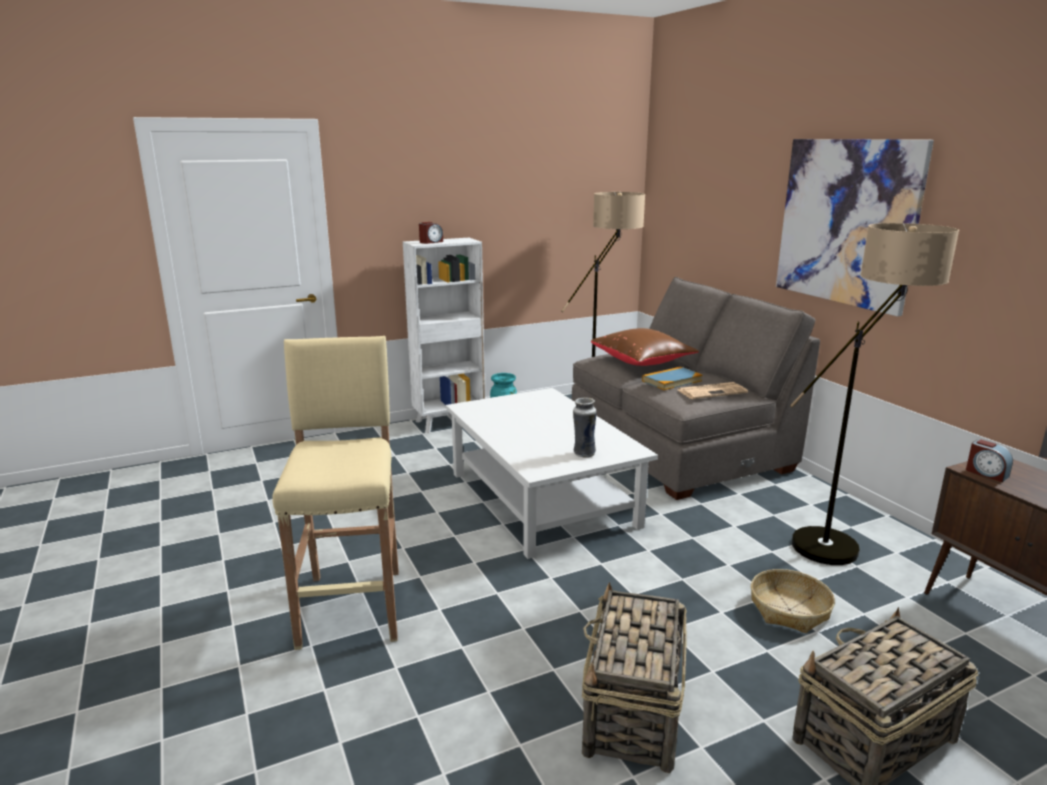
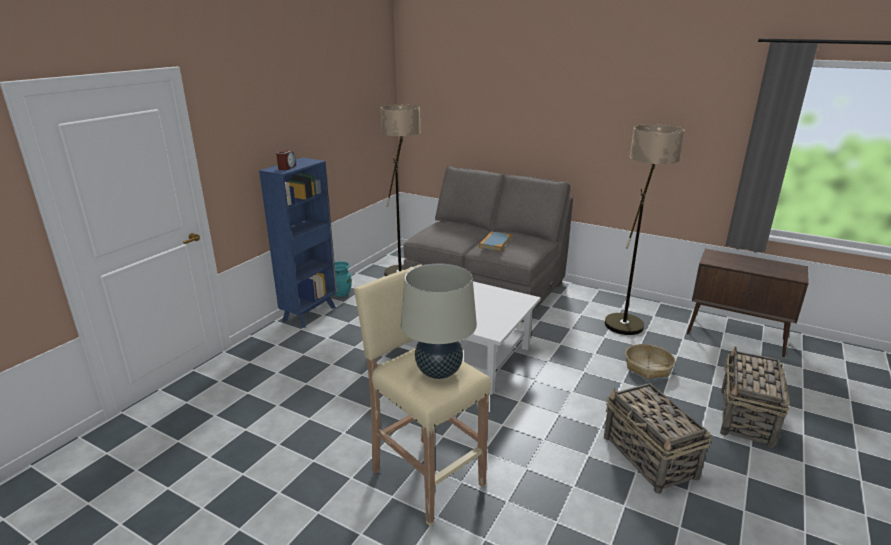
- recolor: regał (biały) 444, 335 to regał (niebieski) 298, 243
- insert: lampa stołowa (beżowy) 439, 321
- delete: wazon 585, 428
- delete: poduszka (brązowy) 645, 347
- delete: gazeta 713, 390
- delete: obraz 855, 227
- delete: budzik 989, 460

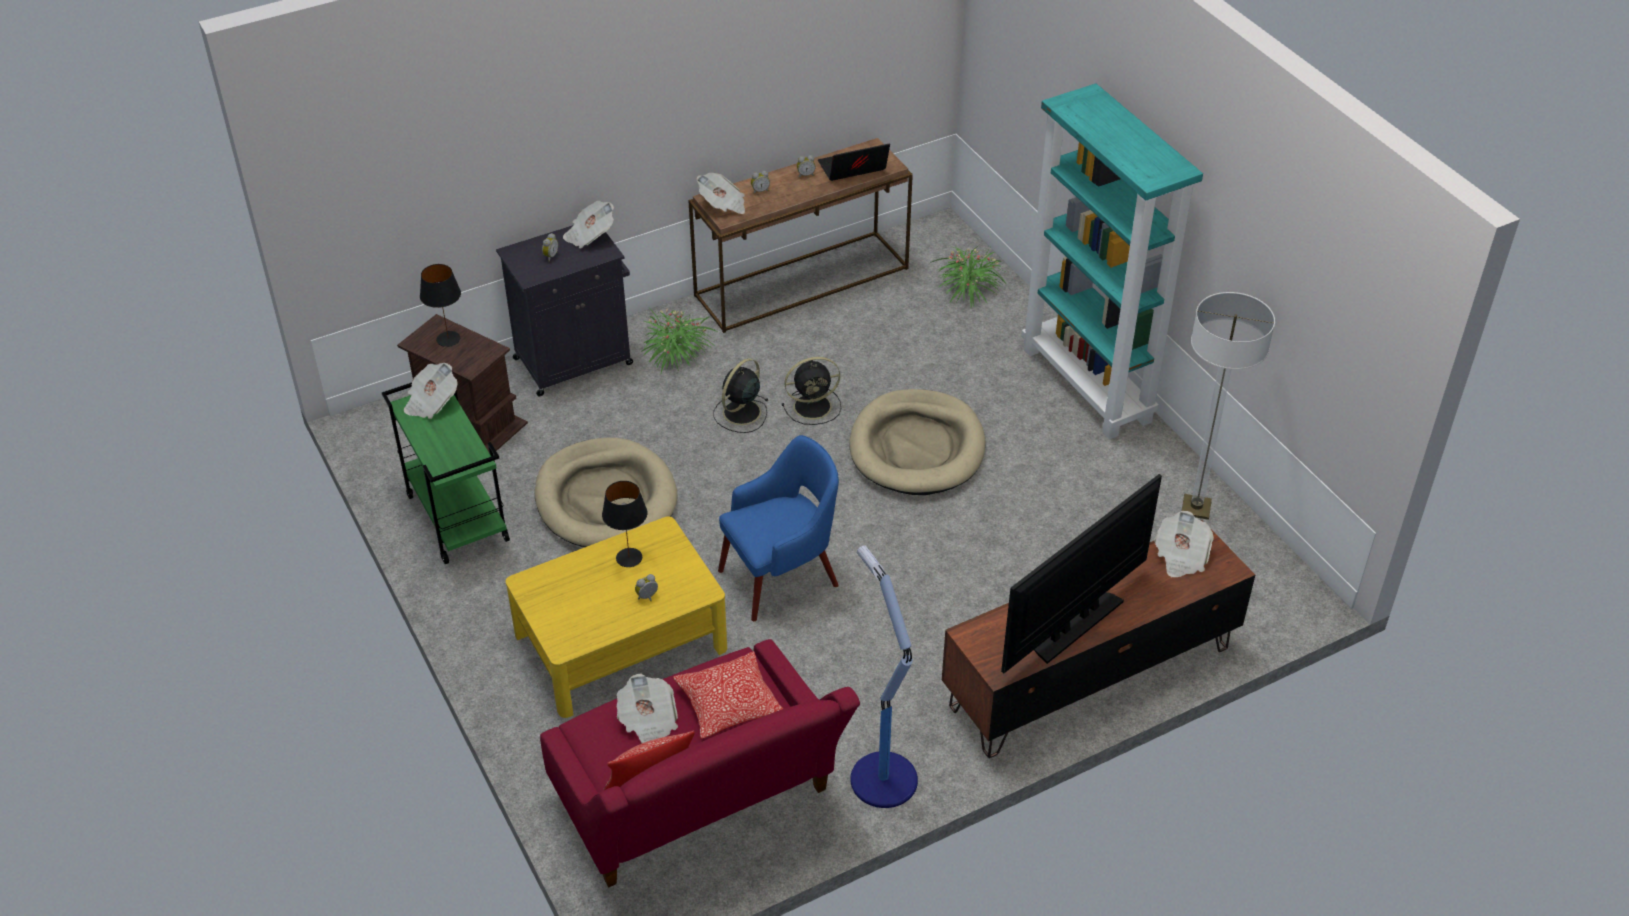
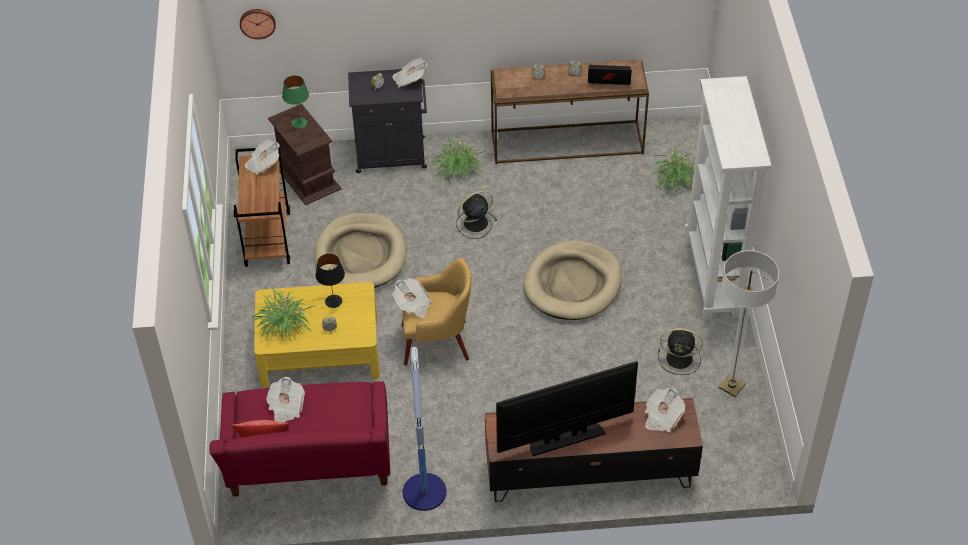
- recolor: wózek (zielony) 446, 473 to wózek (brązowy) 262, 206
- insert: zegar ścienny 258, 24
- insert: roślina doniczkowa 283, 313
- recolor: lampa stołowa (czarny) 440, 305 to lampa stołowa (zielony) 295, 102
- move: gazeta 721, 193 to 412, 298
- recolor: fotel (niebieski) 778, 528 to fotel (żółty) 437, 311
- move: wentylator (czarny) 811, 391 to 680, 351
- recolor: regał (turkusowy) 1112, 261 to regał (biały) 728, 198
- delete: poduszka 728, 695

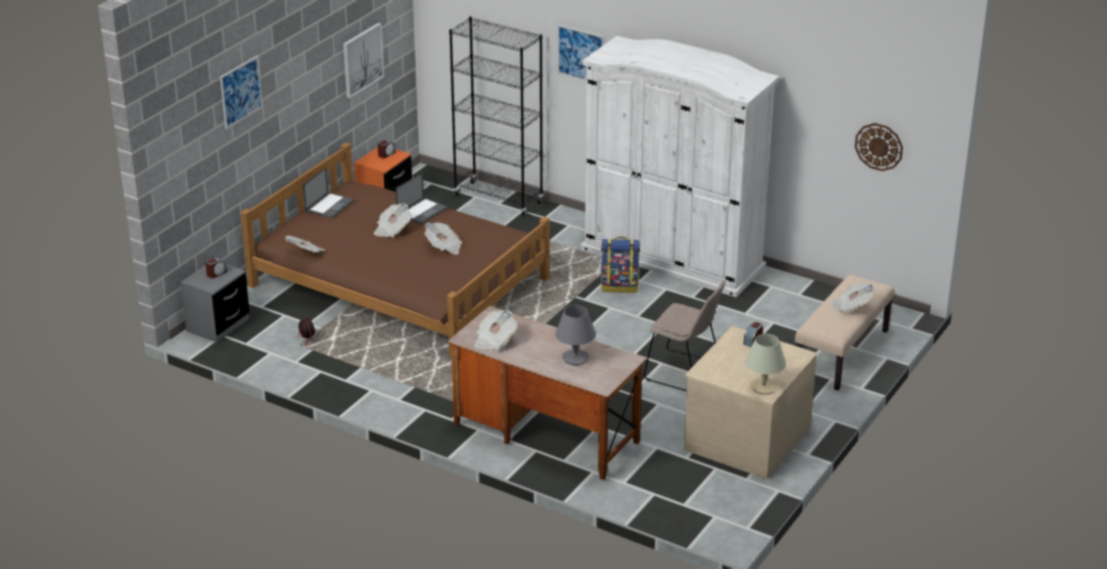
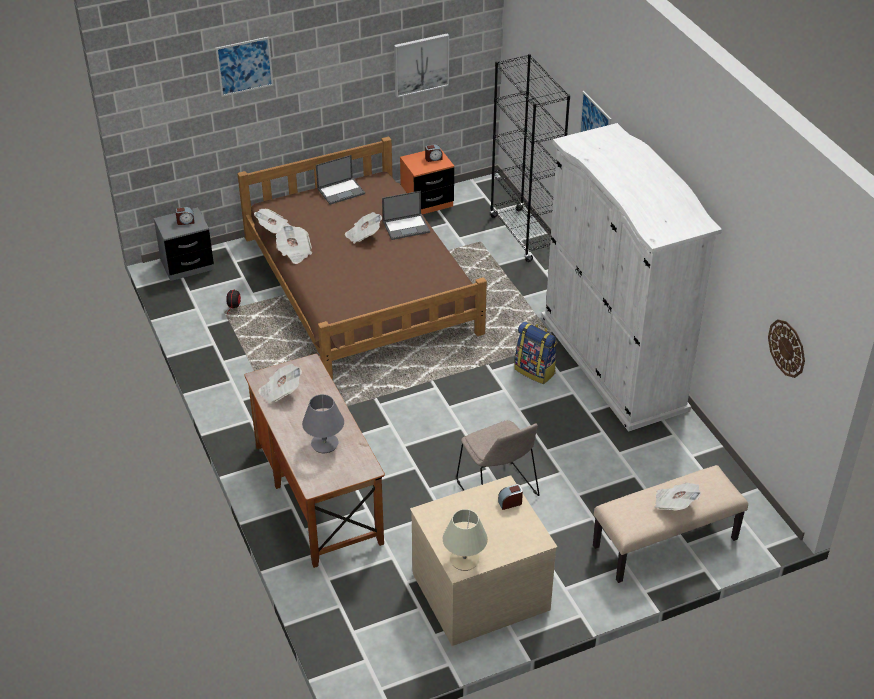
- move: gazeta 443, 238 to 294, 244

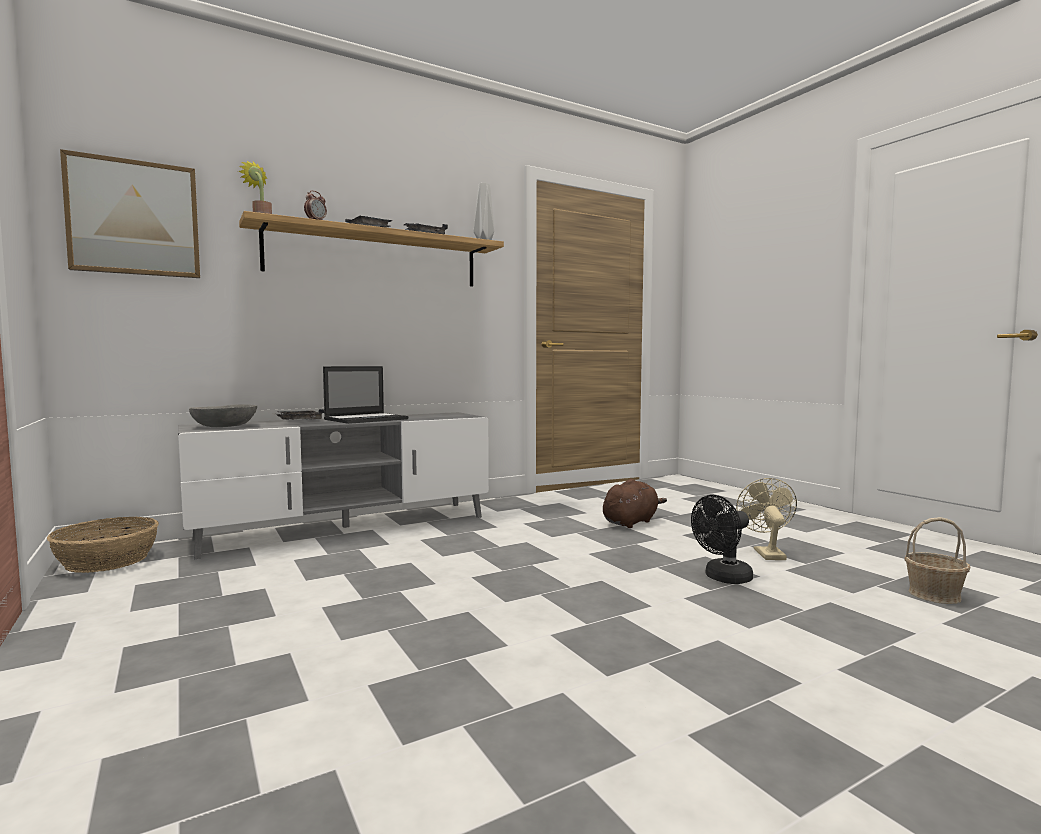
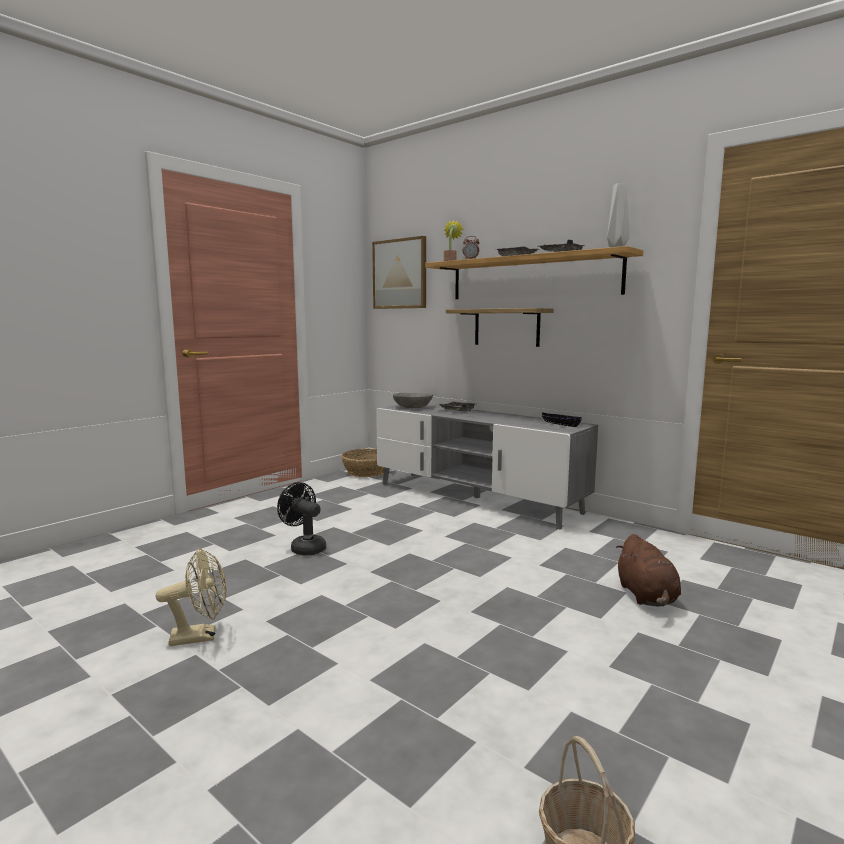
- move: wentylator (beżowy) 766, 519 to 191, 597
- move: wentylator (czarny) 722, 539 to 301, 519
- insert: półka 500, 327
- insert: miska (czarny) 562, 419
- rotate: pluszak (brązowy) 635, 503 = 648, 570 60 degrees clockwise
- delete: laptop 365, 395

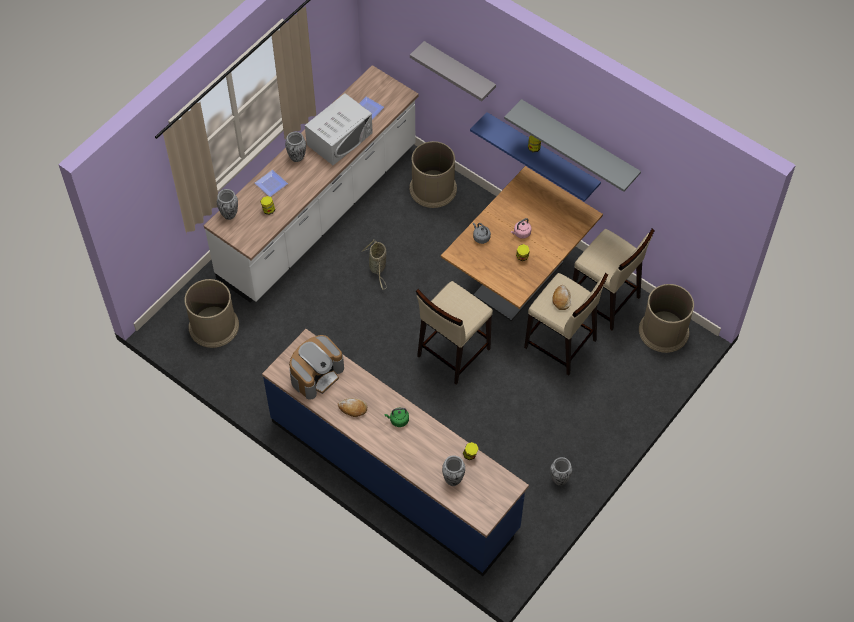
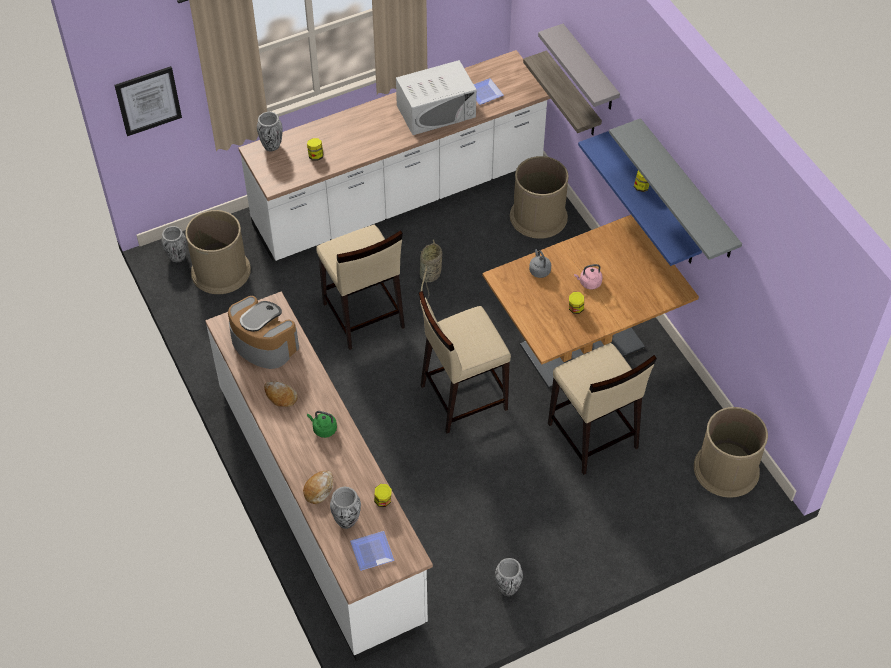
- insert: obraz 148, 101
- move: wazon 295, 147 to 173, 244
- recolor: zabudowa kuchenna (niebieski) 395, 452 to zabudowa kuchenna (biały) 319, 476
- rotate: ekspres do kawy 316, 367 = 263, 332 120 degrees counterclockwise
- move: chleb 561, 297 to 318, 487
- move: stołek (beżowy) 614, 279 to 360, 287
- move: talerz 271, 183 to 372, 551
- insert: półka 562, 92

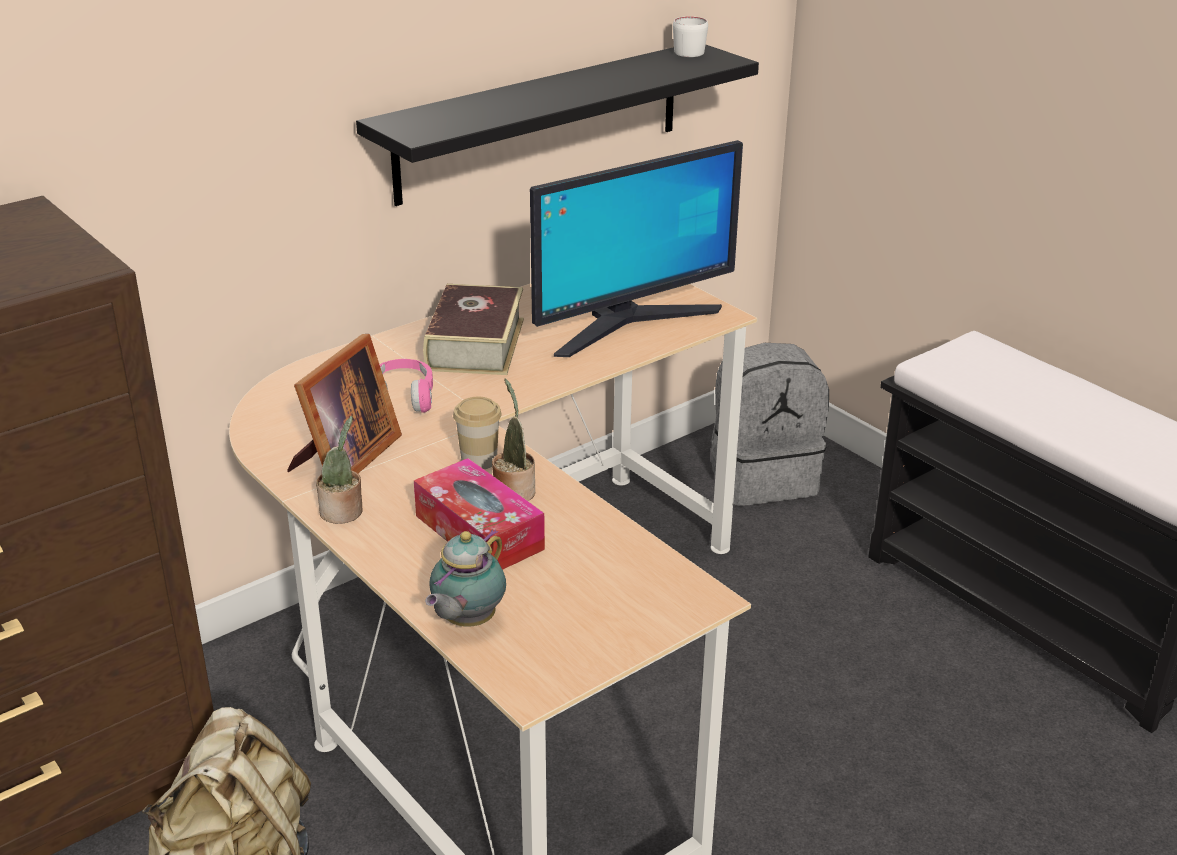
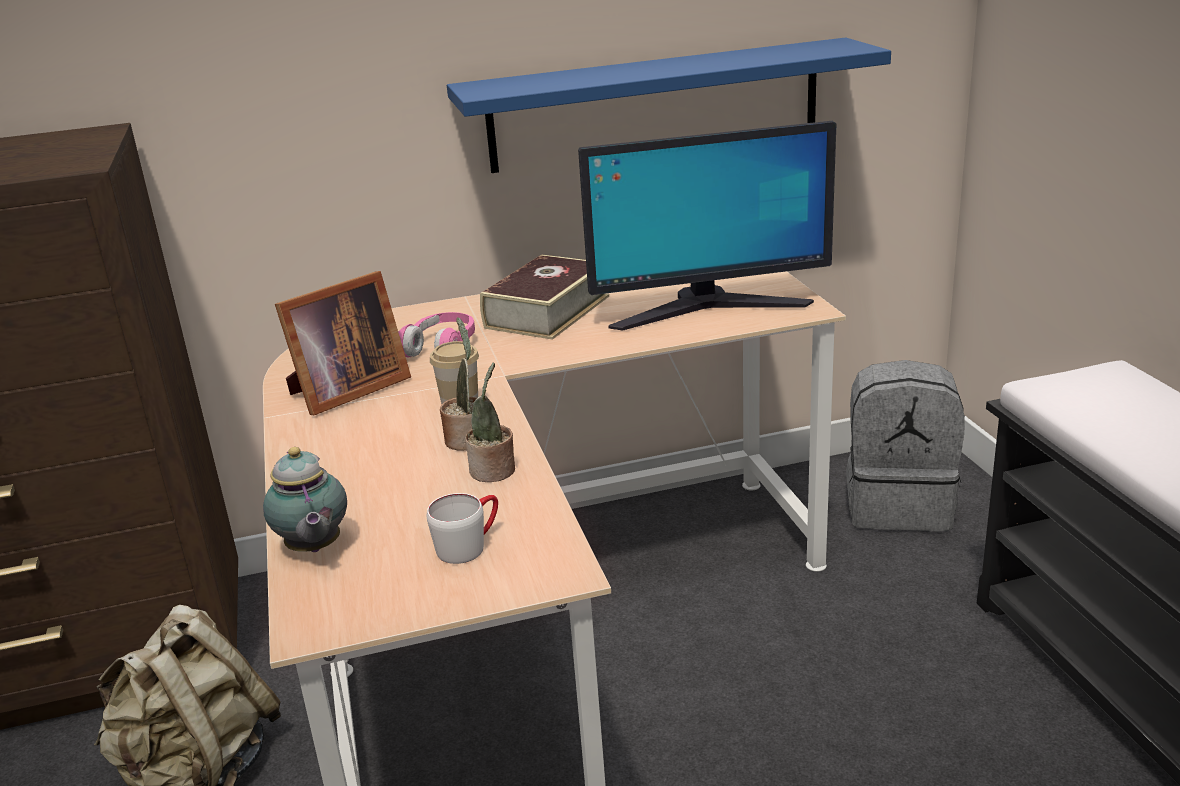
- rotate: imbryk 465, 578 = 305, 499 75 degrees counterclockwise
- move: kubek (biały) 690, 36 to 462, 528
- recolor: półka (czarny) 557, 125 to półka (niebieski) 669, 105
- move: roślina doniczkowa 339, 470 to 490, 422
- delete: pudełko chusteczek 479, 514

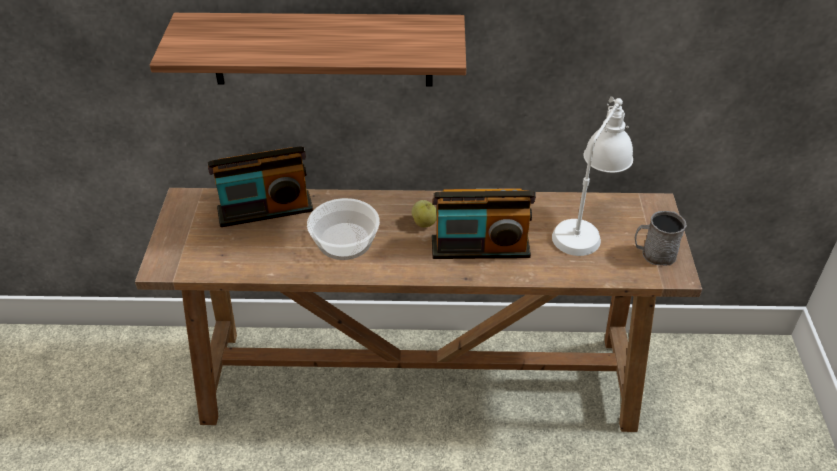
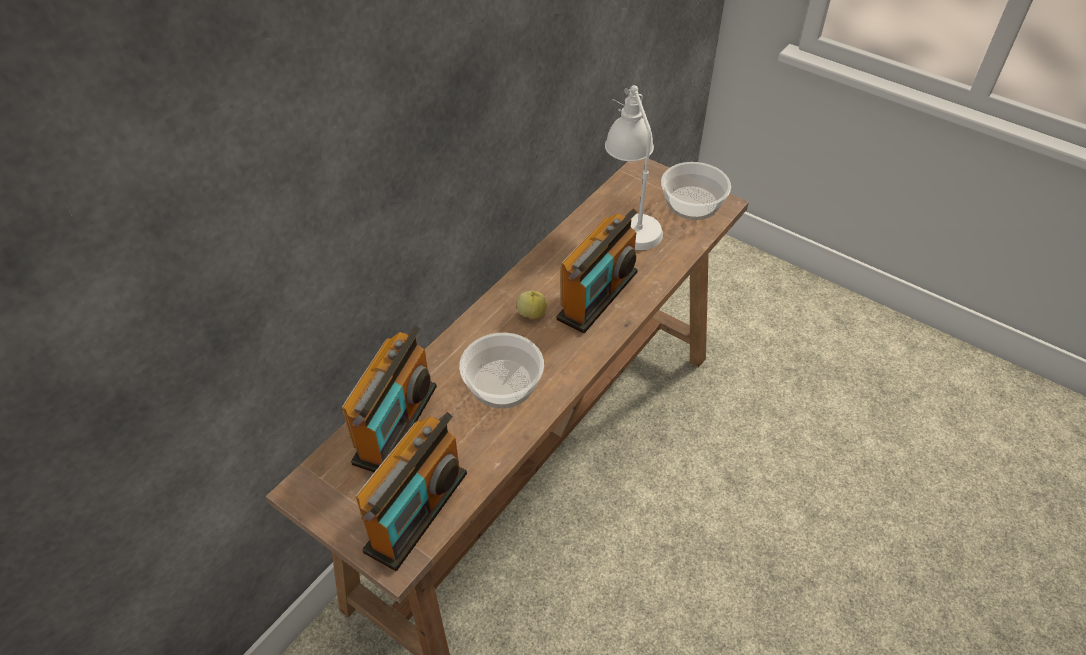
- insert: radio 411, 491
- replace: kubek (szary) 661, 238 to miska 696, 191
- delete: półka 308, 50

